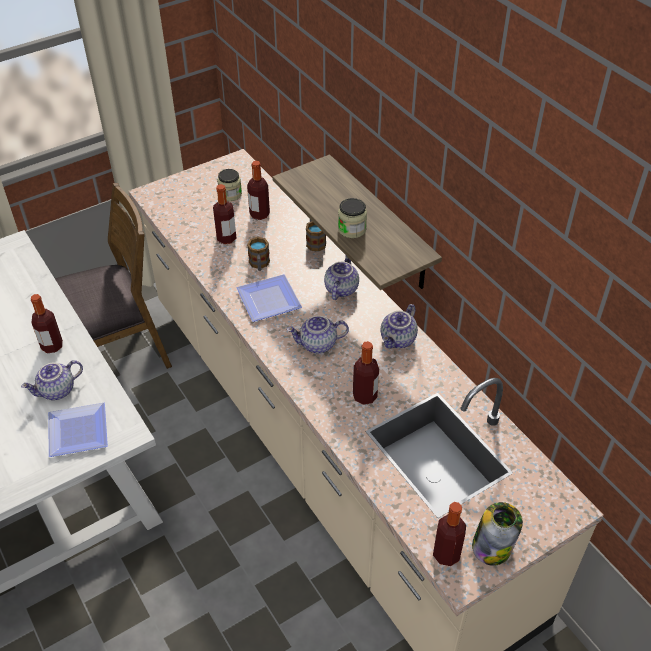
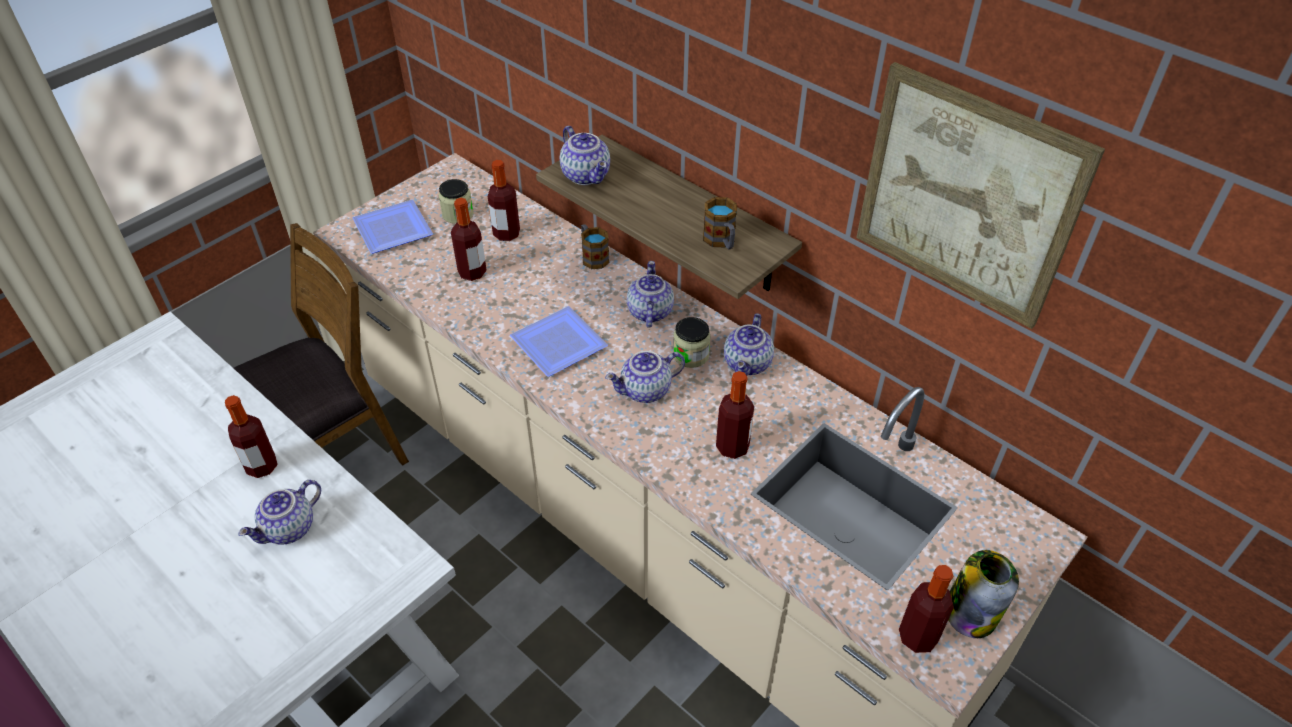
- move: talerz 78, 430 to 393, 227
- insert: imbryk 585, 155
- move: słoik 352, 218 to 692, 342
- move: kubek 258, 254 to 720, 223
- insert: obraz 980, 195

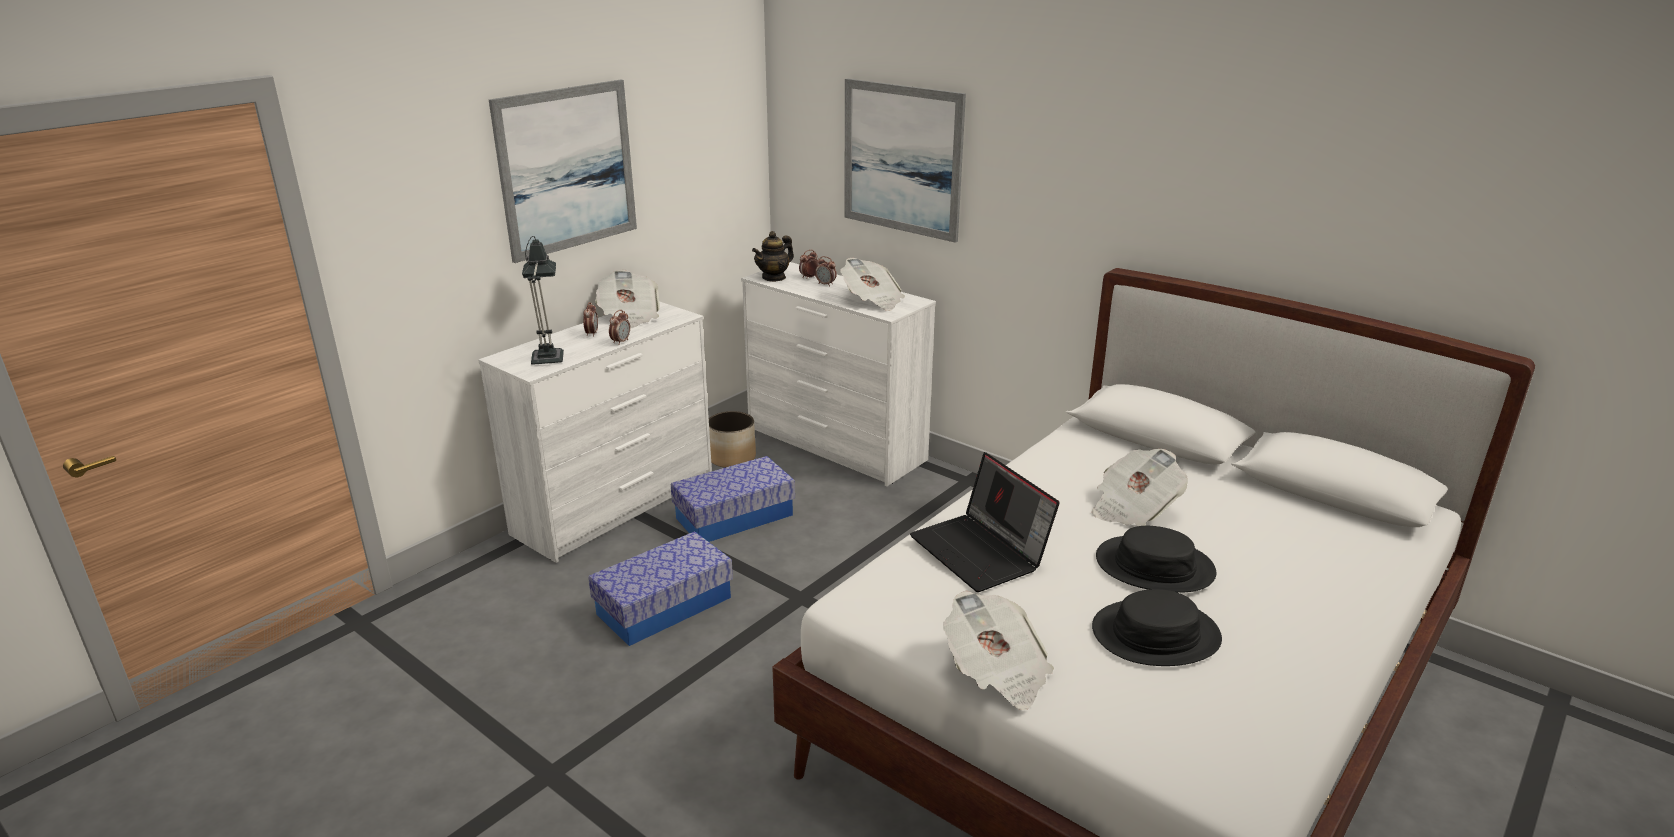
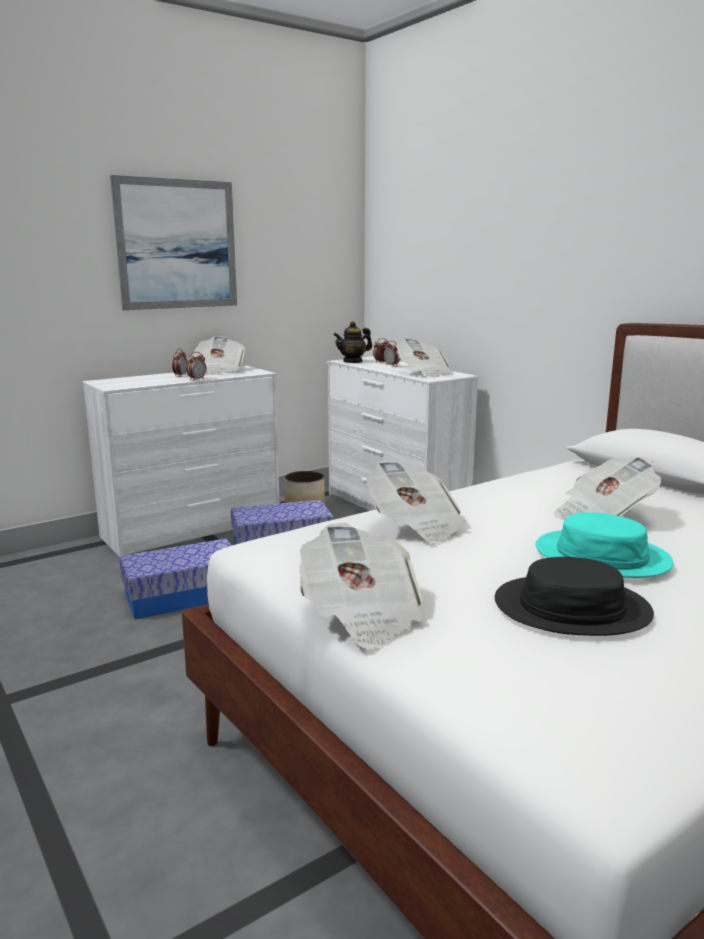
- replace: laptop 985, 522 to gazeta 416, 502
- recolor: kapelusz (czarny) 1156, 559 to kapelusz (turkusowy) 605, 545
- delete: lampa stołowa 543, 300
- delete: obraz 905, 160

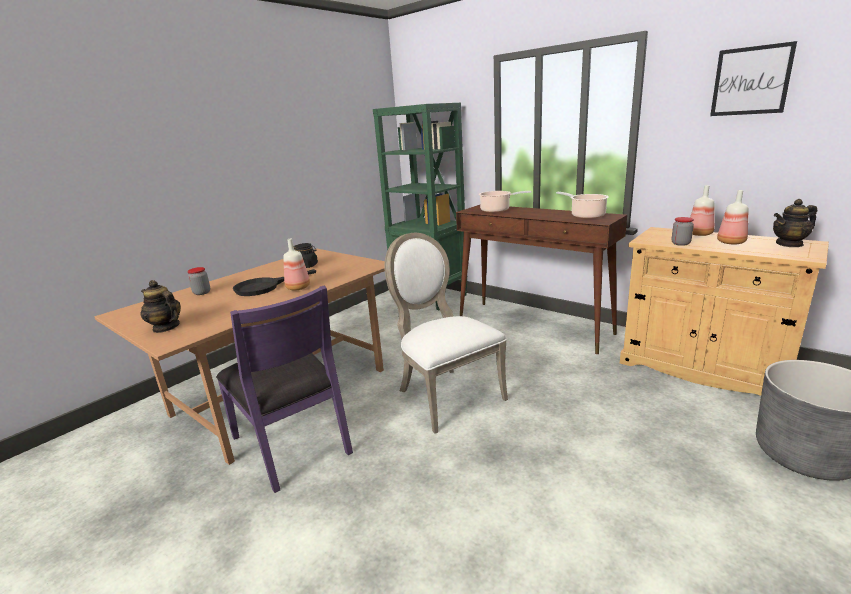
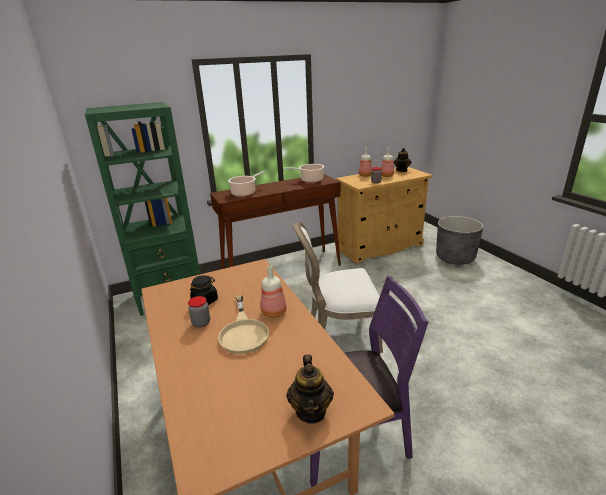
- move: słoik 198, 281 to 199, 312
- recolor: patelnia (czarny) 274, 282 to patelnia (beżowy) 243, 324
- rotate: imbryk 160, 306 = 310, 389 60 degrees counterclockwise
- delete: obraz 753, 78

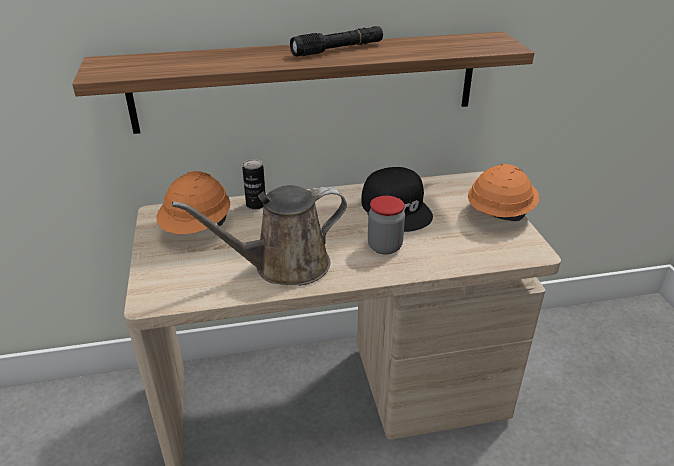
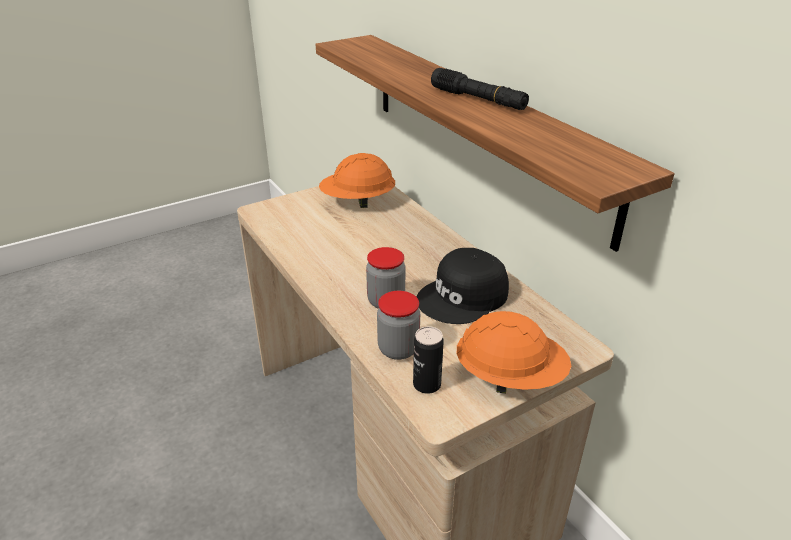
- insert: słoik 398, 325
- move: puszka 253, 184 to 428, 360
- delete: konewka (brązowy) 259, 235

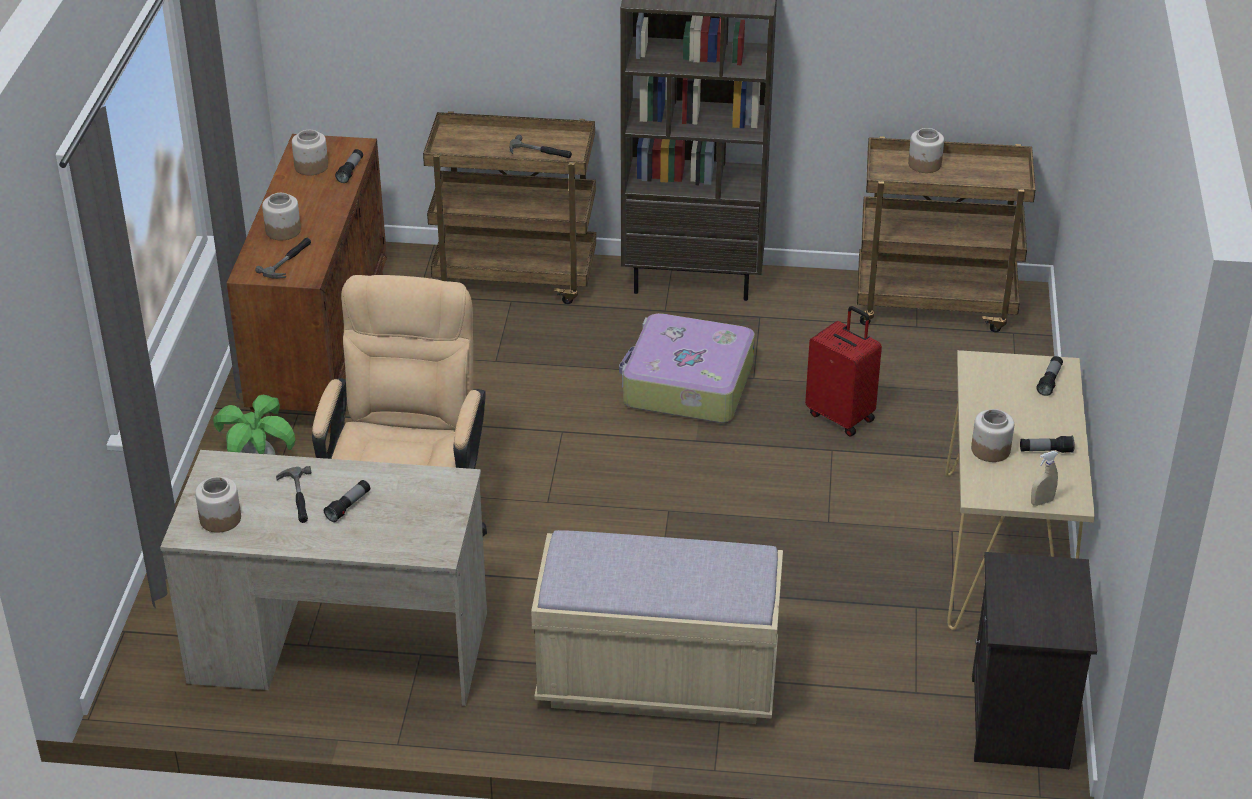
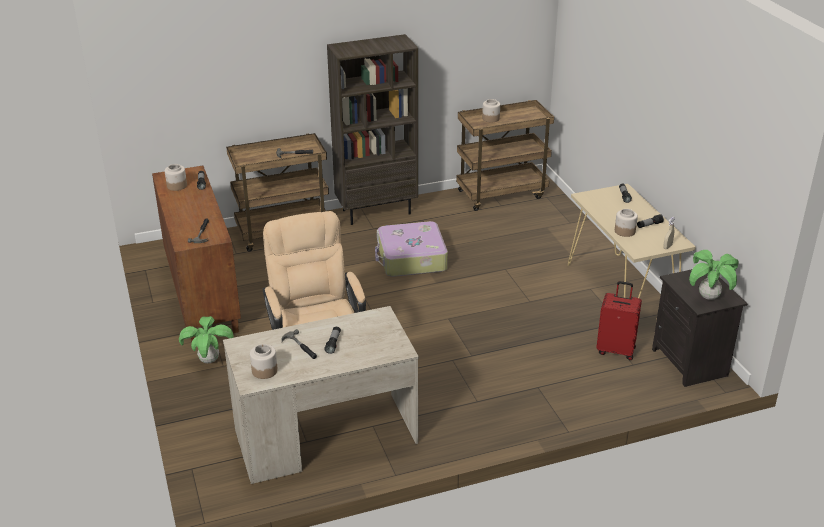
- move: walizka (czerwony) 843, 371 to 619, 320
- insert: roślina doniczkowa 714, 275
- delete: słoik 281, 216
- delete: ławka (beżowy) 657, 627

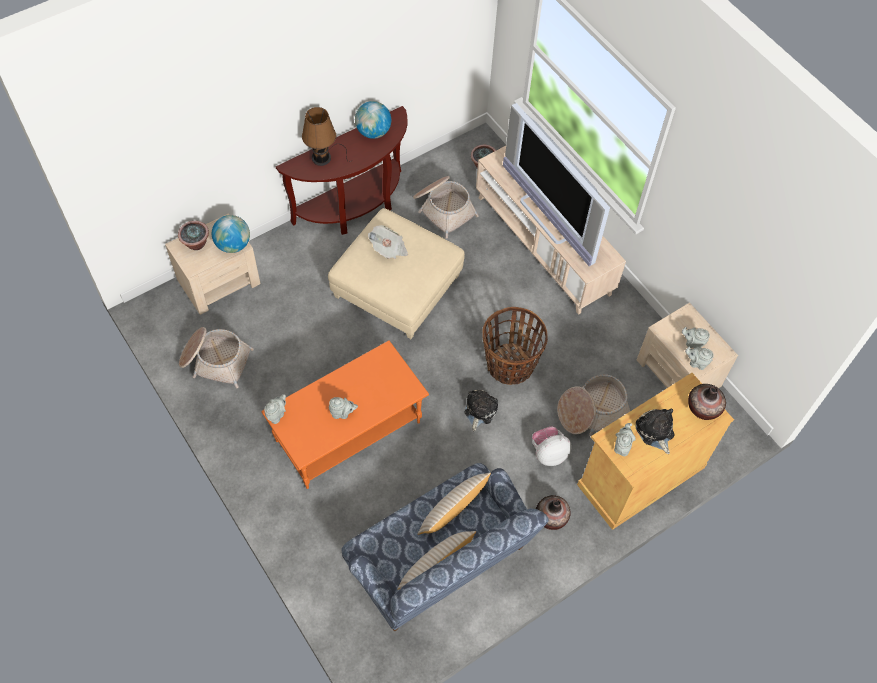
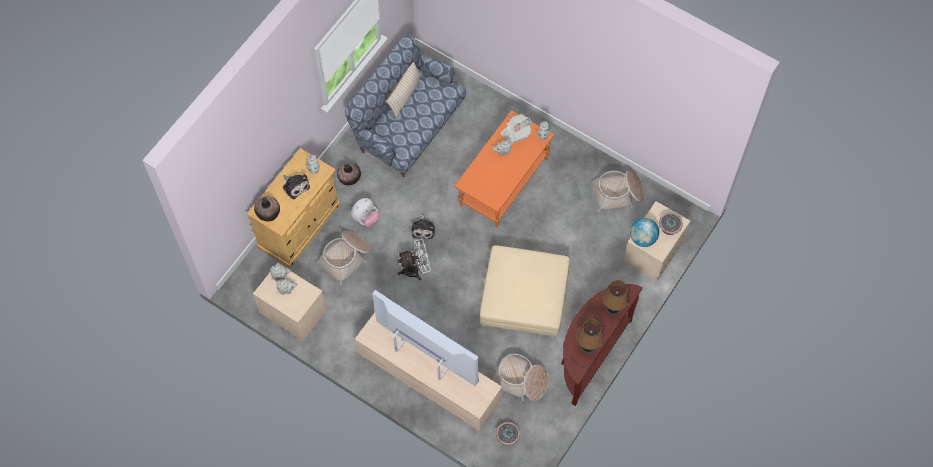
- replace: koszyk 515, 346 to wentylator (biały) 414, 259
- move: gazeta 388, 242 to 516, 129
- replace: globus 373, 120 to lampa stołowa (brązowy) 586, 343
- delete: poduszka (beżowy) 454, 504

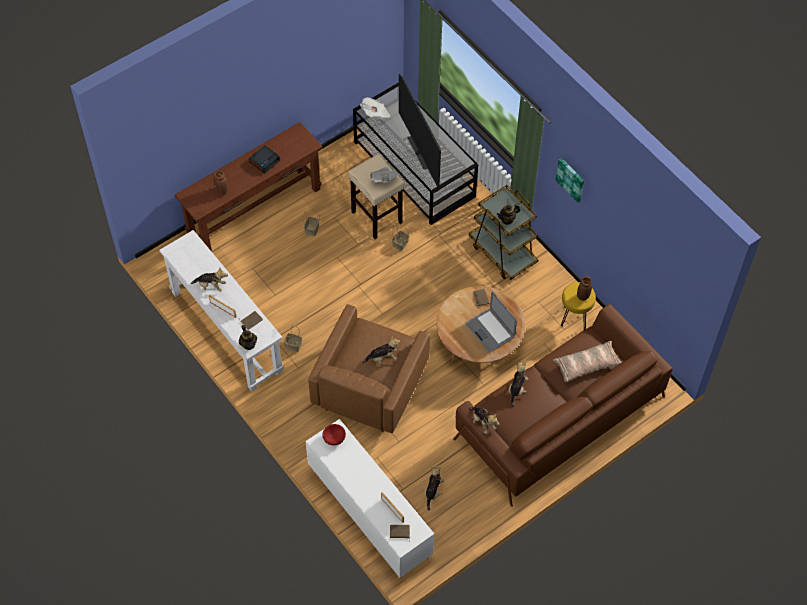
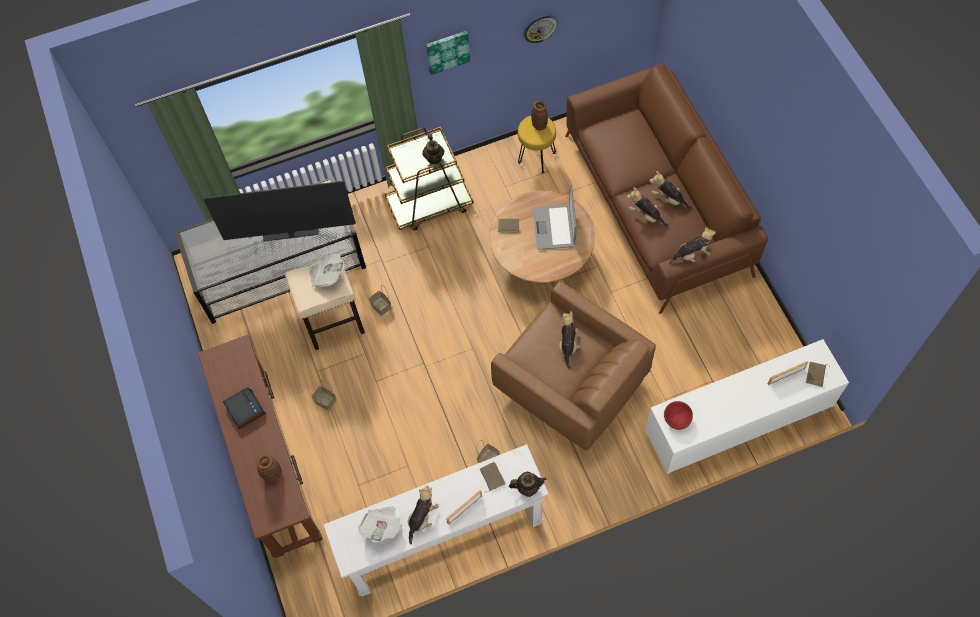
- move: gazeta 375, 108 to 380, 524
- insert: zegar ścienny 540, 28
- rotate: laptop 491, 322 = 555, 217 105 degrees clockwise
- move: pluszak 434, 487 to 671, 190
- delete: poduszka 587, 361

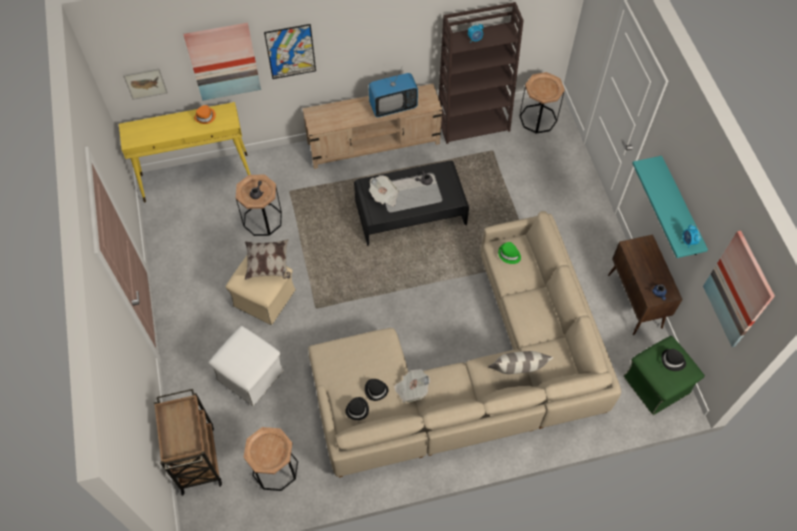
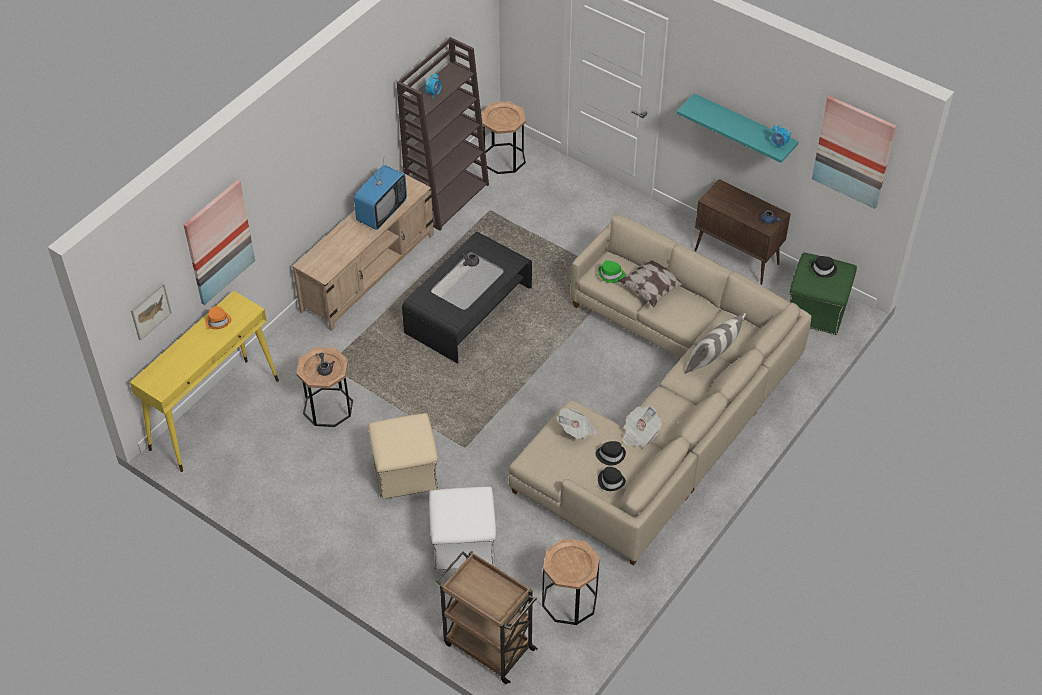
- move: gazeta 384, 190 to 576, 423
- move: poduszka 268, 259 to 652, 283
- delete: obraz 290, 51

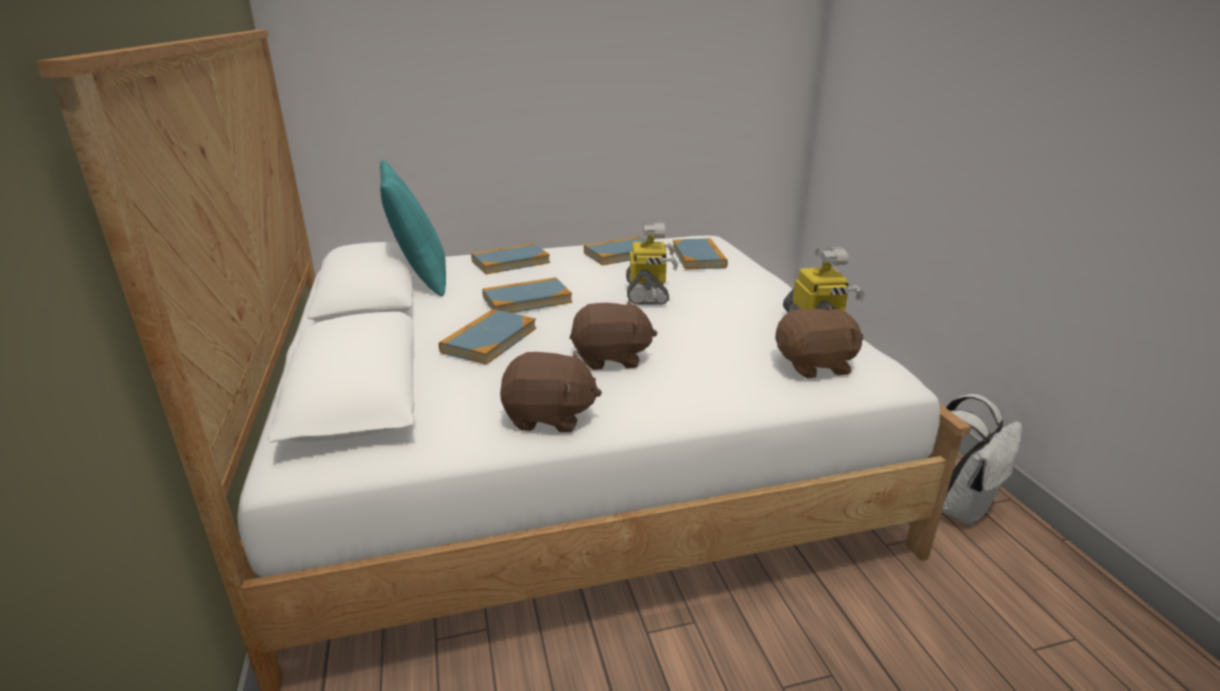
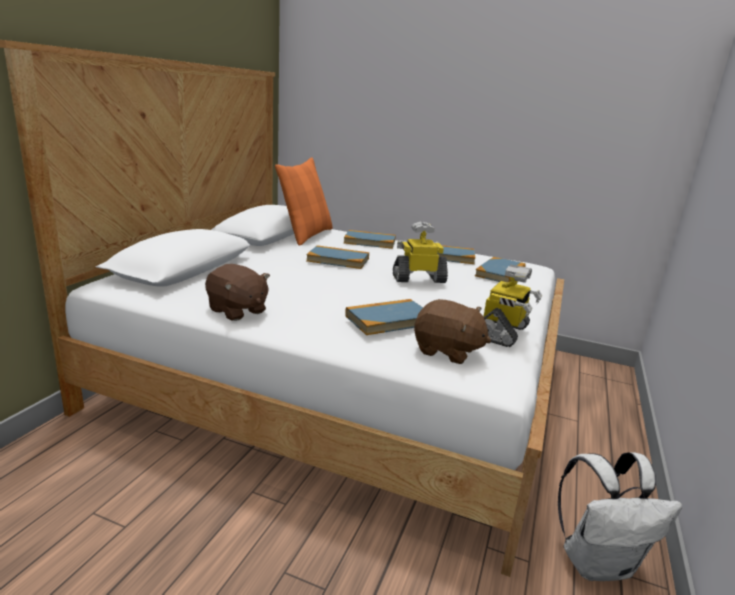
- recolor: poduszka (turkusowy) 413, 228 to poduszka (pomarańczowy) 304, 202
- move: książka 487, 337 to 384, 317
- rotate: robot zabawkowy 652, 263 = 420, 252 135 degrees counterclockwise
- delete: pluszak (brązowy) 613, 335

